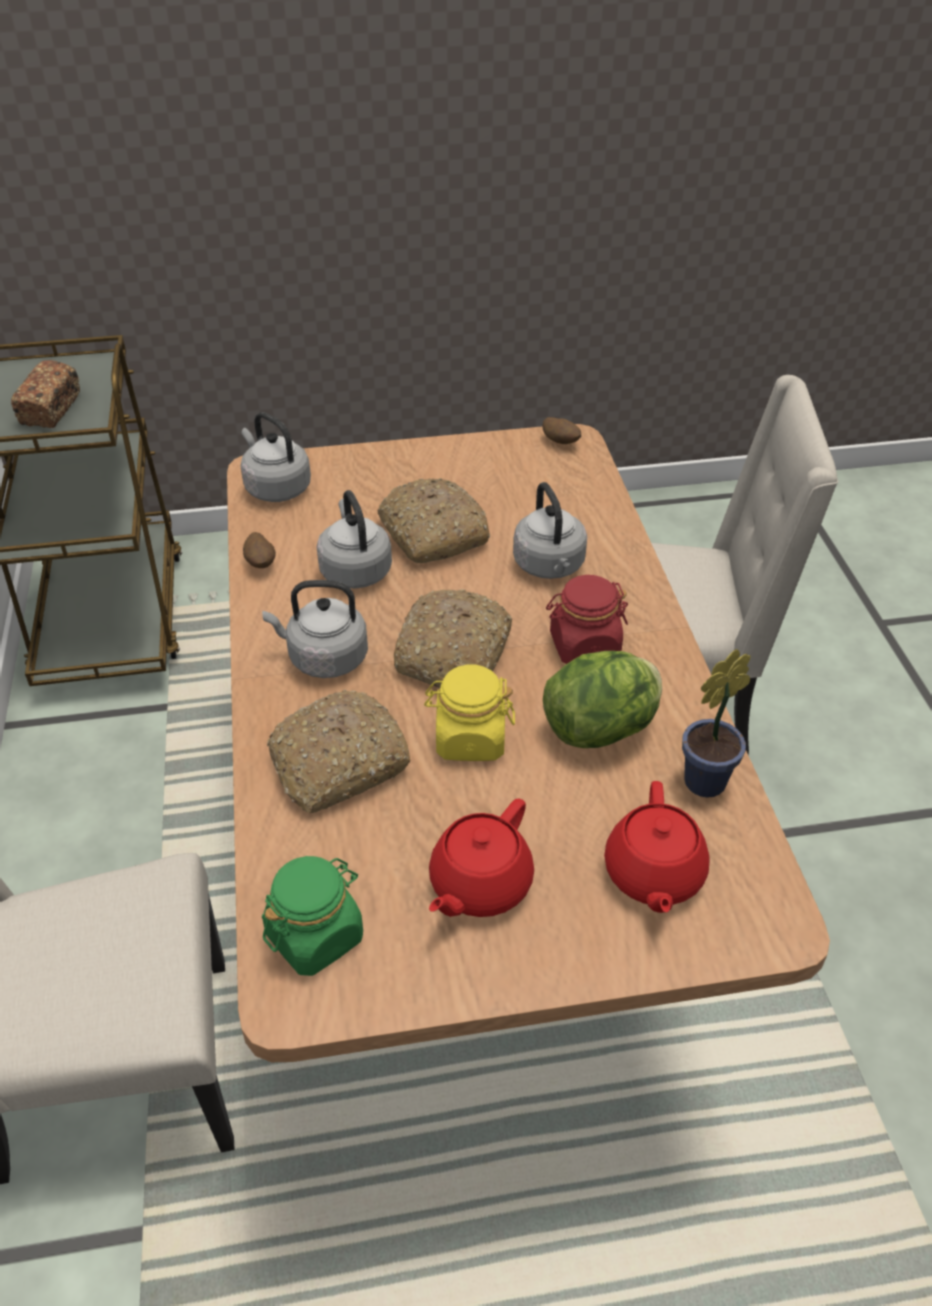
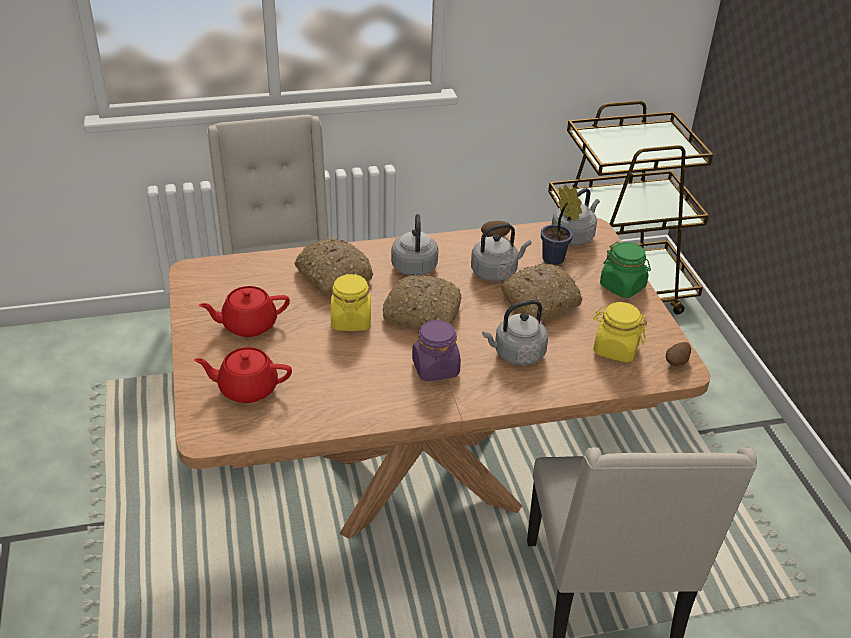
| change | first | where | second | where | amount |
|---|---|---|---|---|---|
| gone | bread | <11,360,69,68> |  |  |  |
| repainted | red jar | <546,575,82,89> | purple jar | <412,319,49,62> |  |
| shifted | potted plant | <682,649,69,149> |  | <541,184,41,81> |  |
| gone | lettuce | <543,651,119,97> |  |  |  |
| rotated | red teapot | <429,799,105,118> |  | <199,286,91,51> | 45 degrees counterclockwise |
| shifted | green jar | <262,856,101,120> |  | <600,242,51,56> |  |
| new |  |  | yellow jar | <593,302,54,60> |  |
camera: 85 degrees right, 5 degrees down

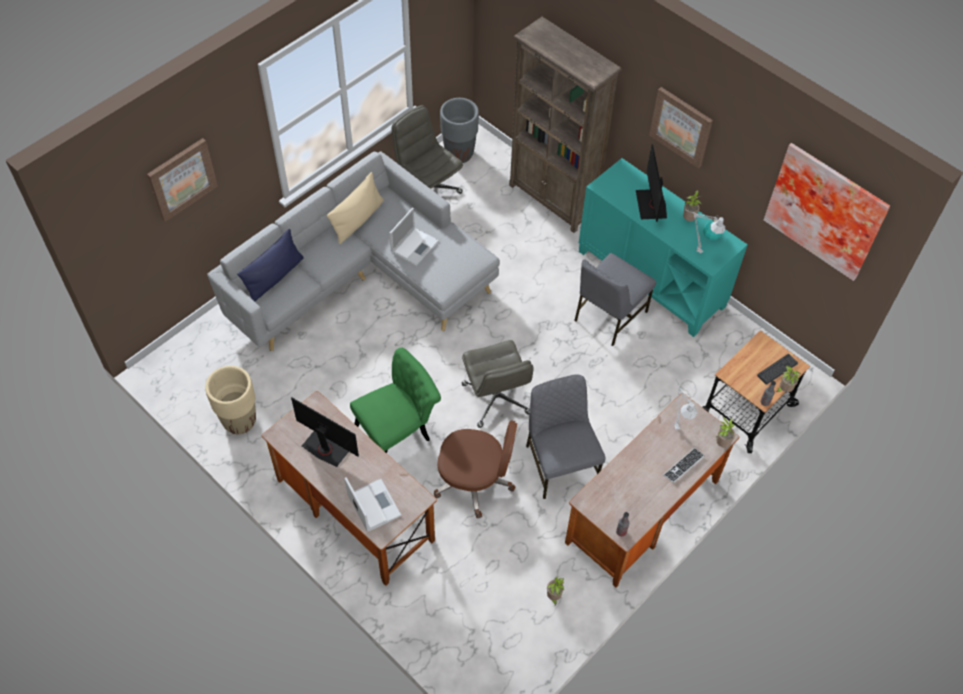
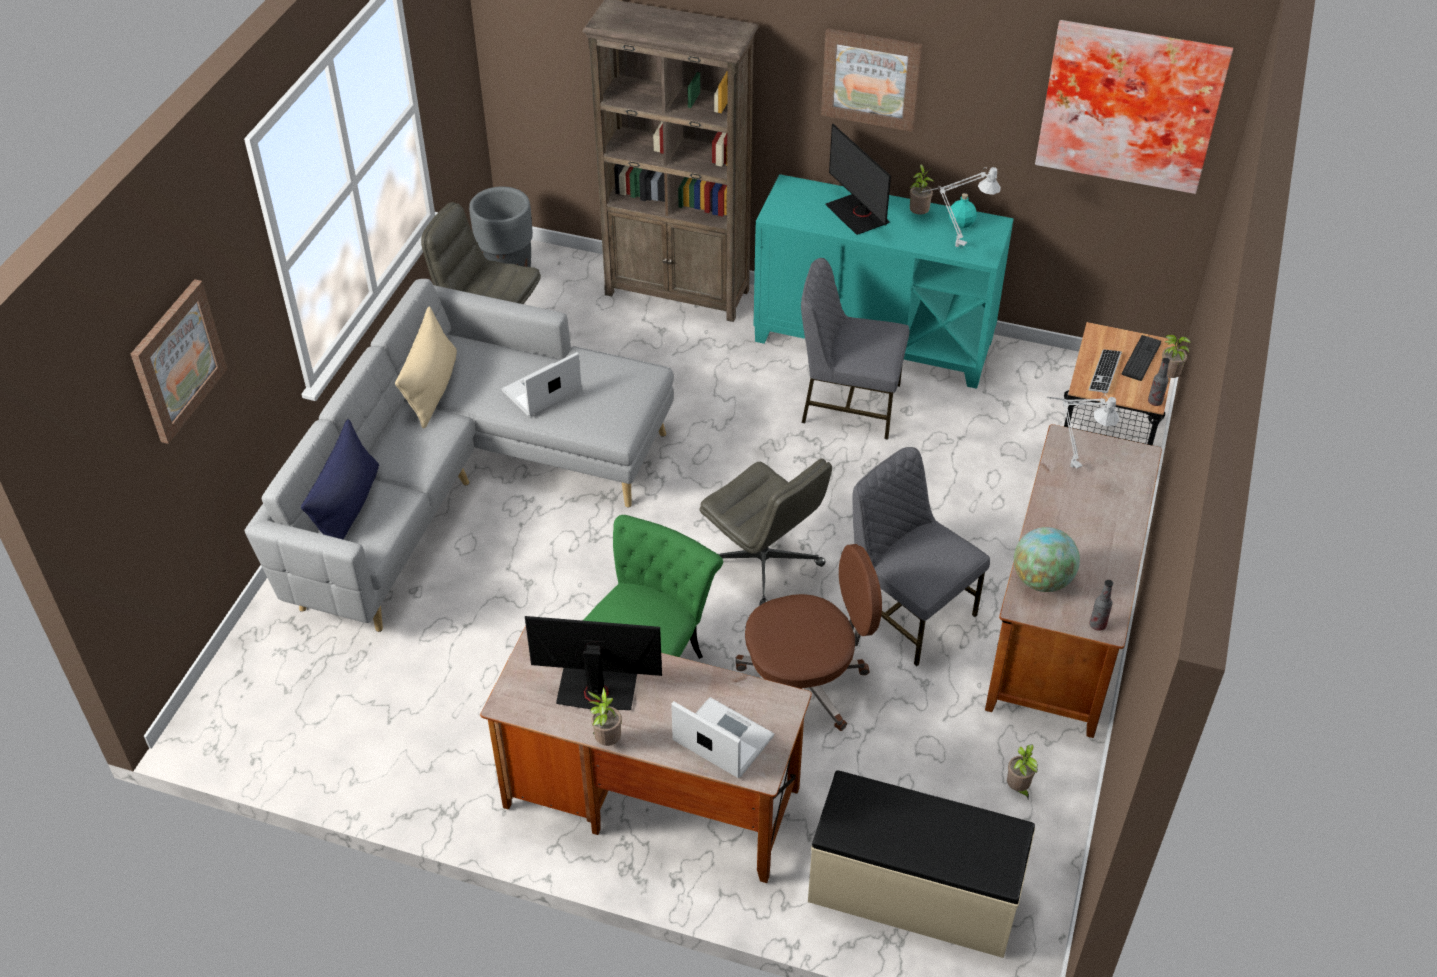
| change | first | where | second | where | amount |
|---|---|---|---|---|---|
| rotated | laptop | <389,208,50,58> |  | <502,352,80,65> | 135 degrees counterclockwise |
| rotated | grey chair | <574,253,82,93> |  | <801,258,109,182> | 90 degrees clockwise |
| gone | beige planter | <205,366,51,69> |  |  |  |
| shifted | potted plant | <716,416,19,32> |  | <588,687,34,59> |  |
| shifted | keyboard | <664,448,41,35> |  | <1089,349,33,44> |  |
| new |  |  | globe | <1014,527,66,65> |  |
| new |  |  | beige bench | <808,771,227,187> |  |
camera: 25 degrees left, 10 degrees down

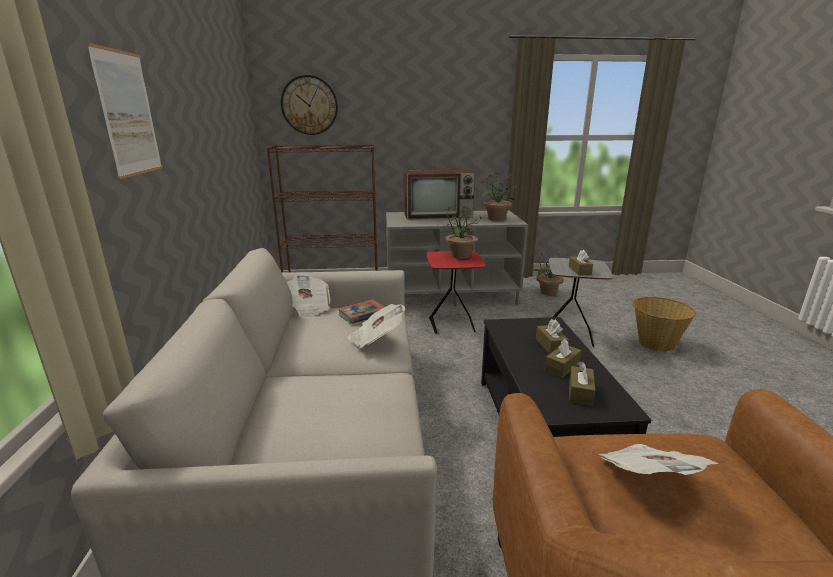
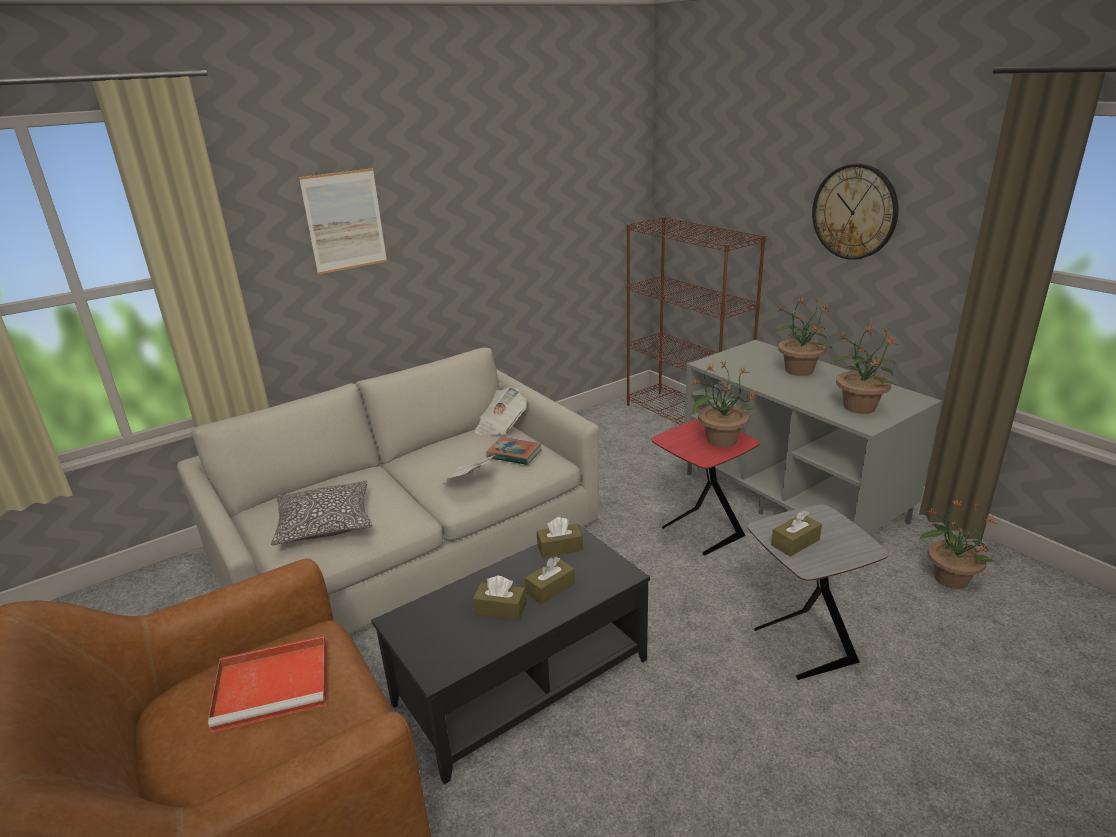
| change | first | where | second | where | amount |
|---|---|---|---|---|---|
| shifted | wall clock | <281,75,57,60> |  | <812,164,87,96> |  |
| swapped | television | <404,170,71,50> | potted plant | <771,297,61,79> |  |
| gone | basket | <632,297,64,55> |  |  |  |
| shifted | brown tissue box | <569,362,26,44> |  | <537,517,46,41> |  |
| swapped | newspaper | <598,444,120,31> | red tray | <208,636,119,97> |  |
| new |  |  | pillow | <271,481,101,65> |  |
camera: 60 degrees right, 5 degrees up

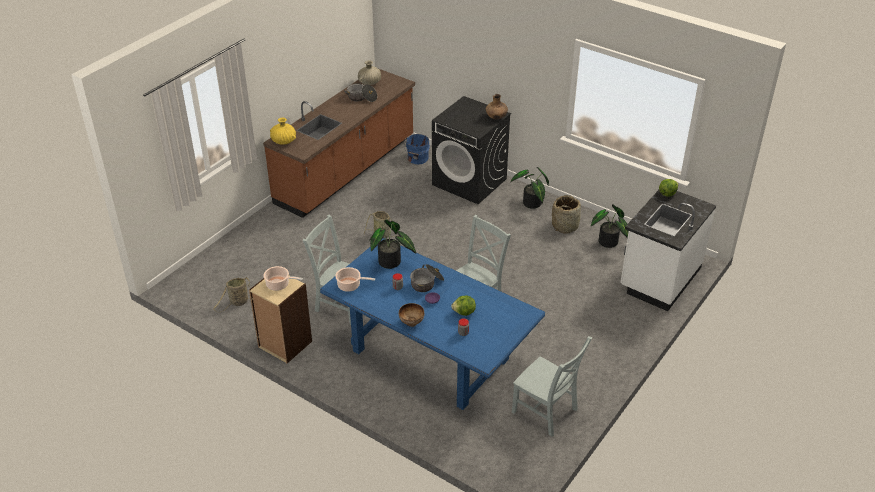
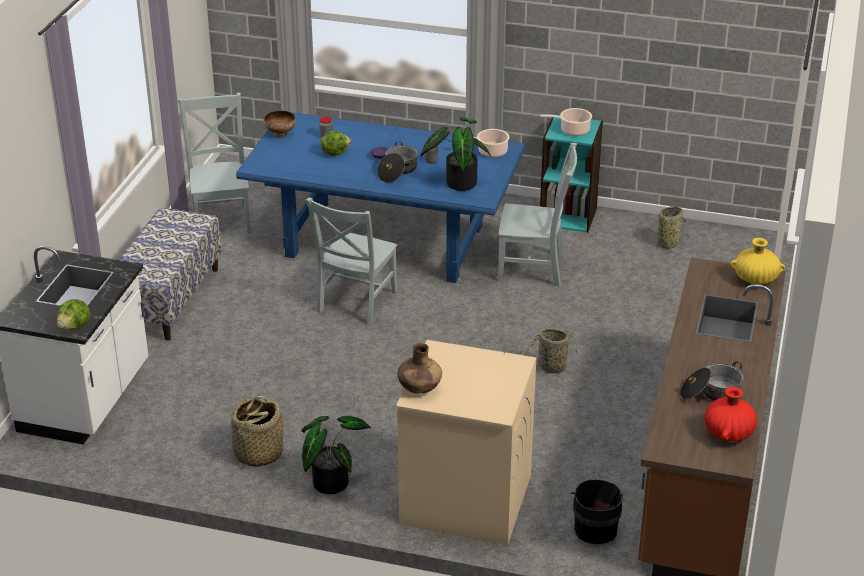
| change | first | where | second | where | amount |
|---|---|---|---|---|---|
| repainted | beige vase | <358,61,23,24> | red vase | <705,387,52,54> |  |
| repainted | black washing machine | <432,96,79,108> | beige washing machine | <396,340,140,205> |  |
| repainted | blue bucket | <404,134,26,31> | black bucket | <571,479,54,65> |  |
| gone | potted plant | <591,204,38,44> |  |  |  |
| repainted | beige bookcase | <249,276,63,87> | turquoise bookcase | <540,114,63,119> |  |
| shifted | bowl | <399,303,25,24> |  | <264,110,32,28> |  |
| rotated | grey chair | <512,336,81,101> |  | <178,93,73,141> | 60 degrees clockwise |
| new |  |  | bench | <119,208,103,133> |  |
camera: 160 degrees right, 5 degrees down

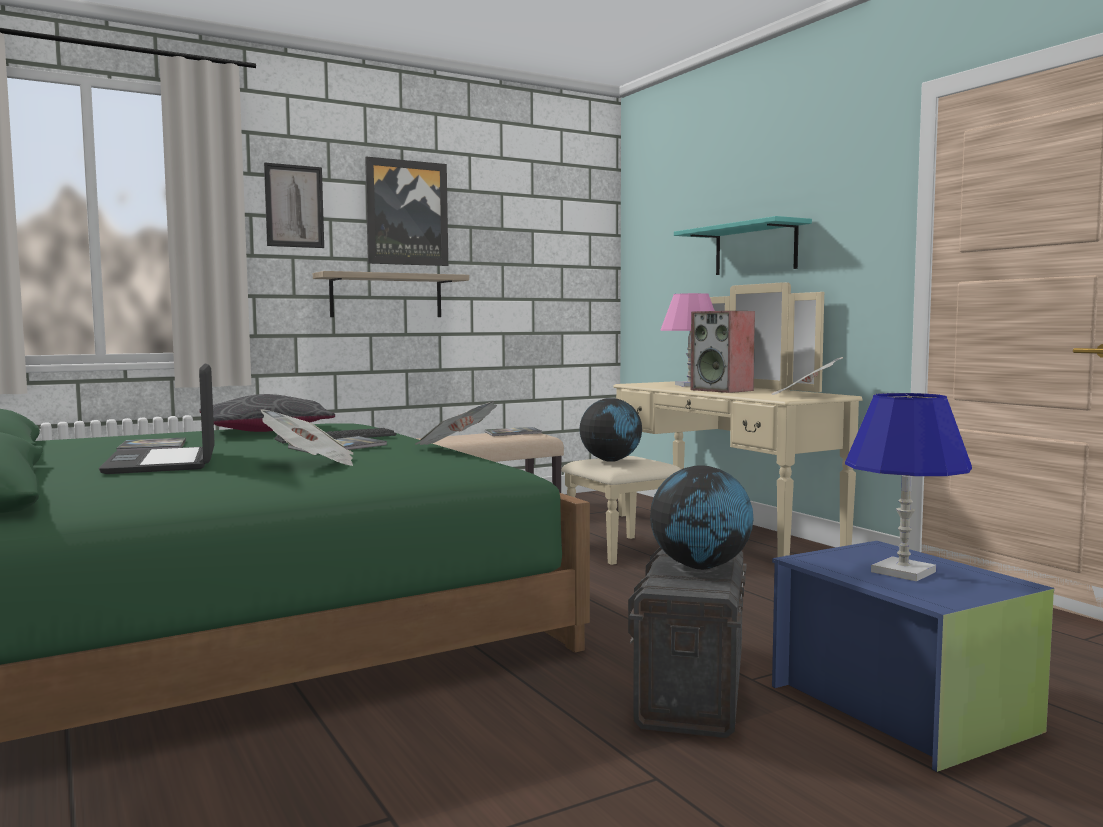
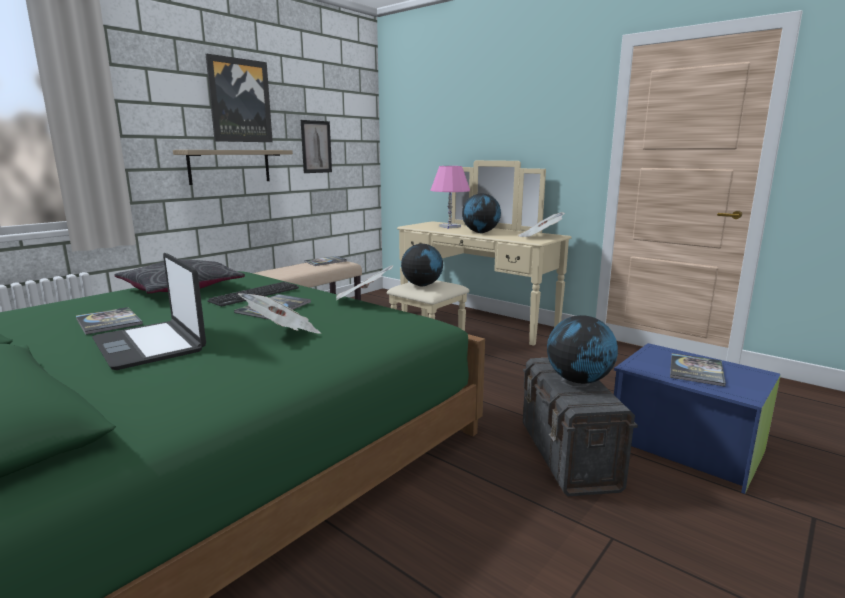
| change | first | where | second | where | amount |
|---|---|---|---|---|---|
| shifted | picture | <264,162,60,86> |  | <301,120,31,53> |  |
| gone | turquoise shelf | <674,216,138,59> |  |  |  |
| swapped | speaker | <690,311,65,82> | globe | <462,194,39,39> |  |
| swapped | blue table lamp | <845,393,127,188> | book | <670,353,56,34> |  |
camera: 20 degrees left, 10 degrees up

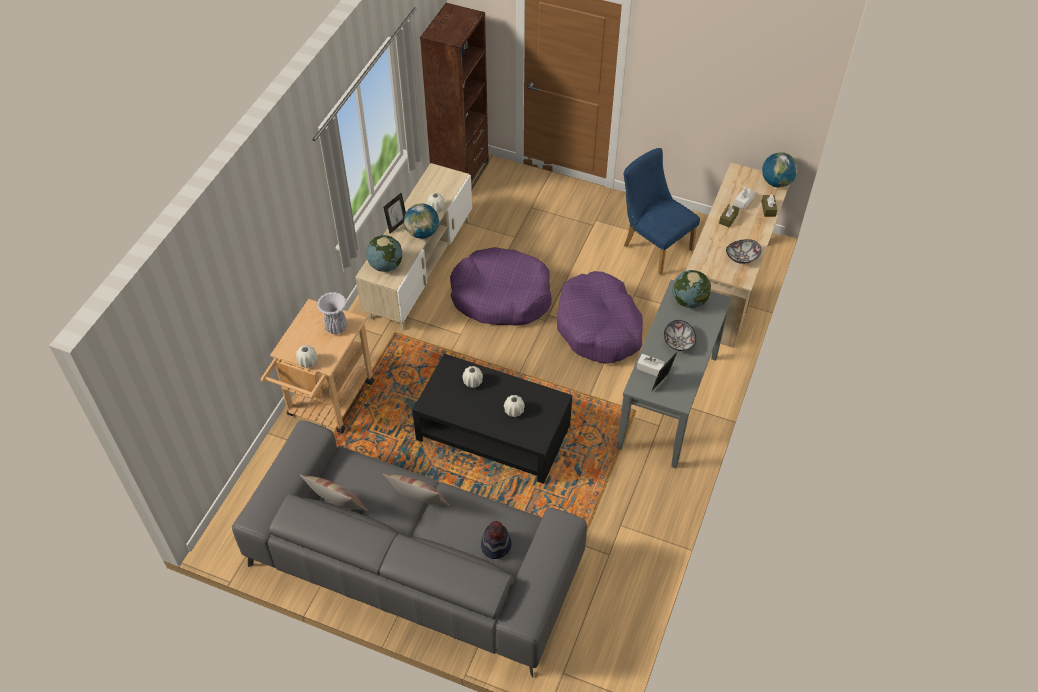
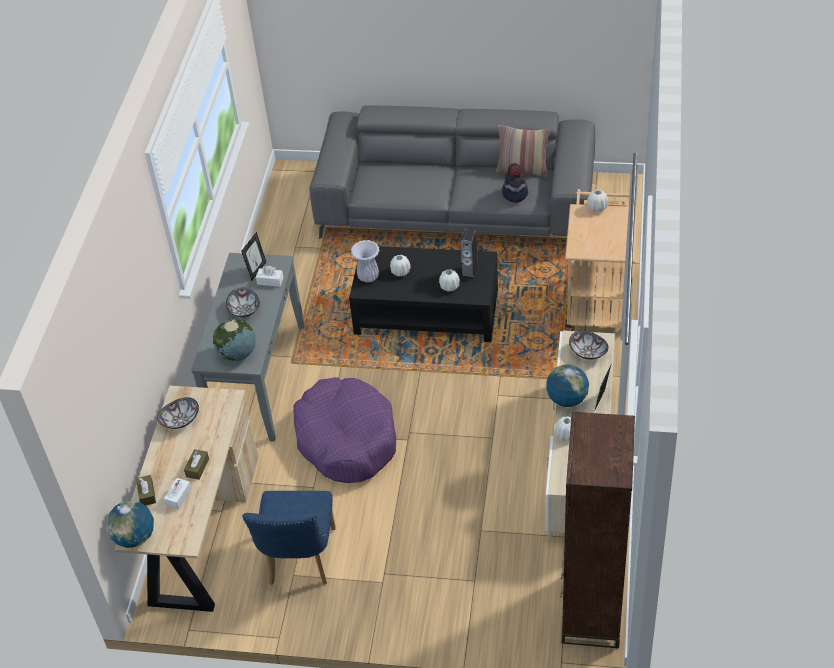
| change | first | where | second | where | amount |
|---|---|---|---|---|---|
| rotated | blue chair | <623,148,77,127> |  | <242,491,94,94> | 60 degrees clockwise |
| swapped | globe | <366,235,36,37> | bowl | <569,331,40,29> |  |
| gone | purple dog bed | <450,247,102,79> |  |  |  |
| shifted | white vase | <317,292,30,42> |  | <351,240,29,43> |  |
| gone | pillow | <383,473,67,33> |  |  |  |
| shifted | hat | <481,521,31,38> |  | <502,163,26,40> |  |
| new |  |  | speaker | <460,228,19,52> |  |
camera: 170 degrees right, 5 degrees down

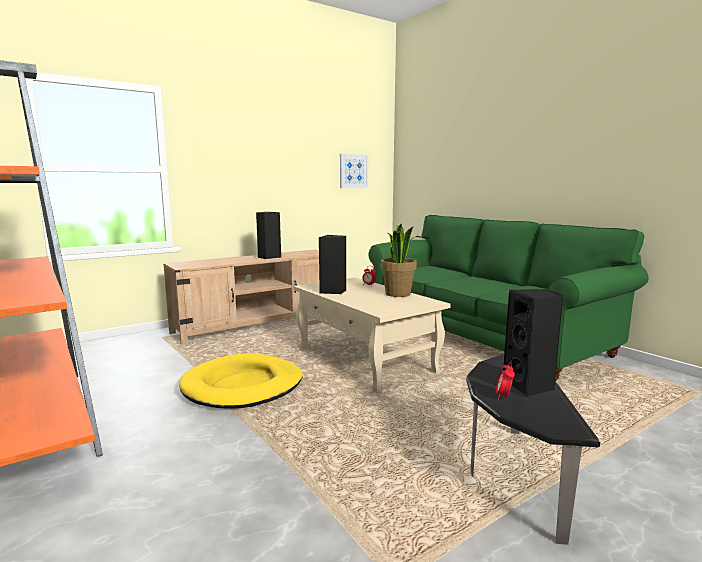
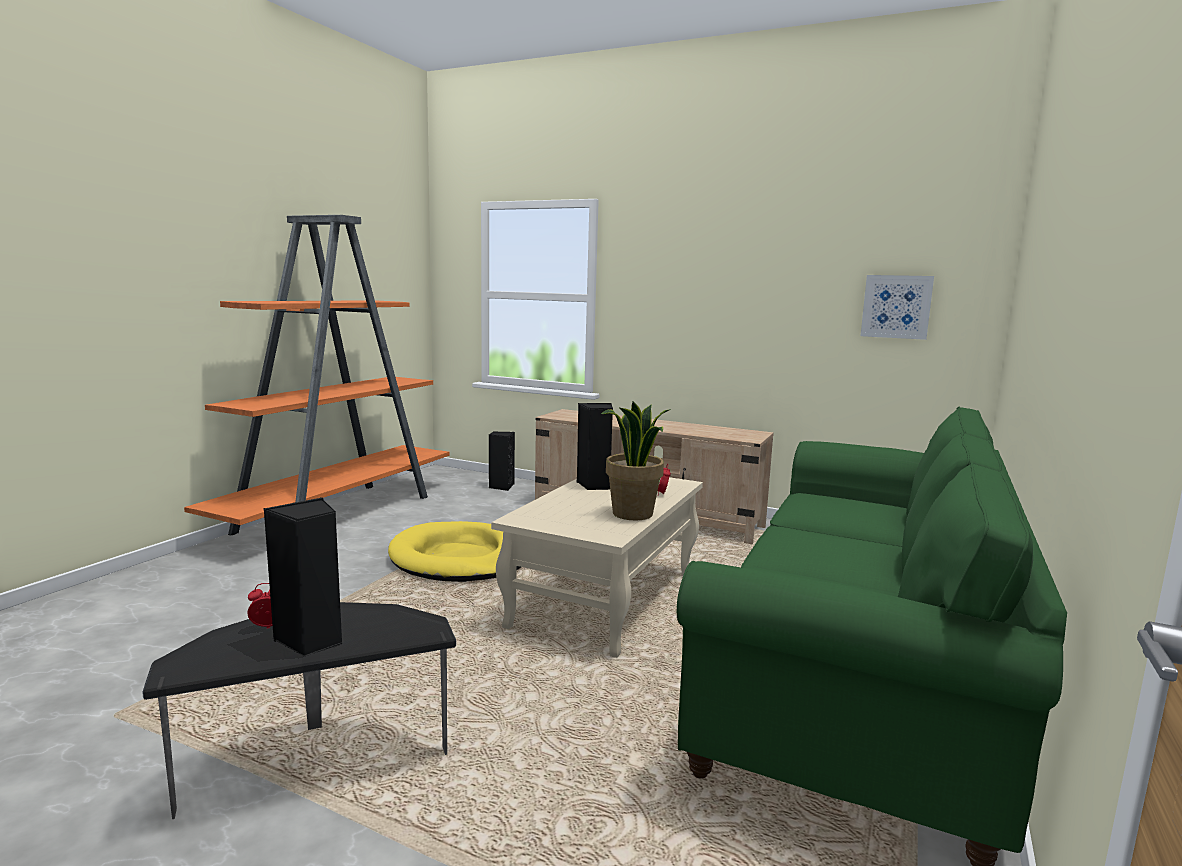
| change | first | where | second | where | amount |
|---|---|---|---|---|---|
| shifted | black speaker | <256,212,25,47> |  | <489,432,26,59> |  |
camera: 60 degrees right, 0 degrees up

